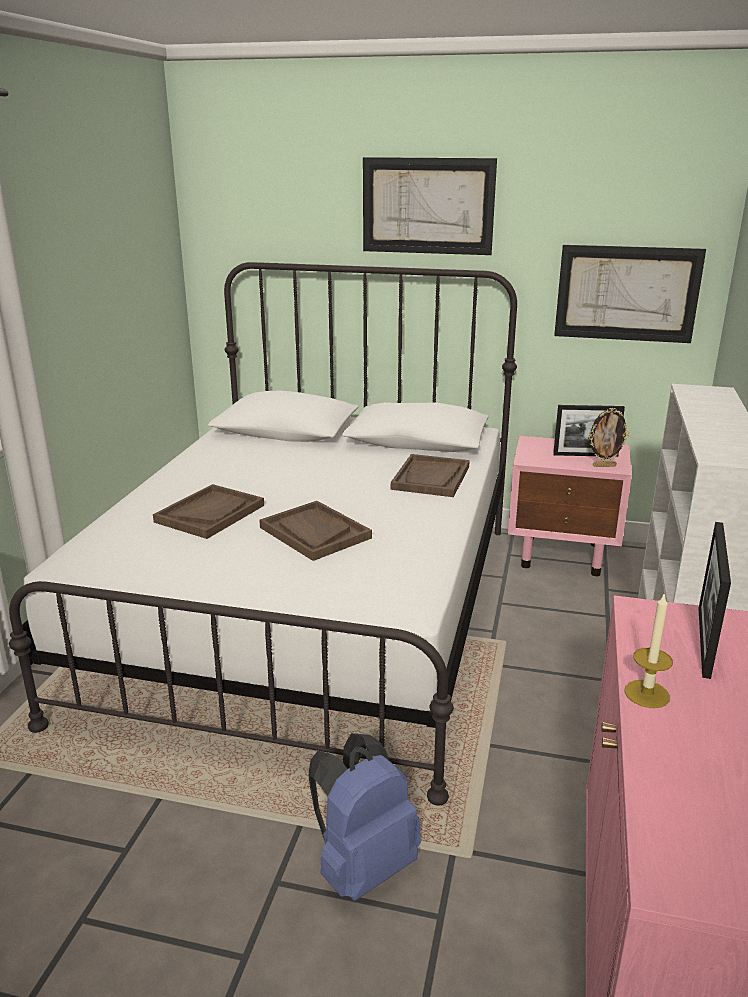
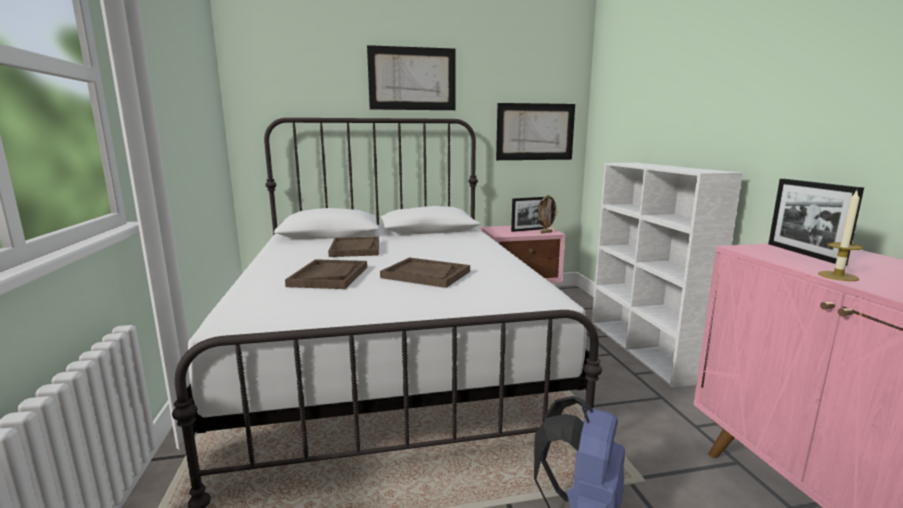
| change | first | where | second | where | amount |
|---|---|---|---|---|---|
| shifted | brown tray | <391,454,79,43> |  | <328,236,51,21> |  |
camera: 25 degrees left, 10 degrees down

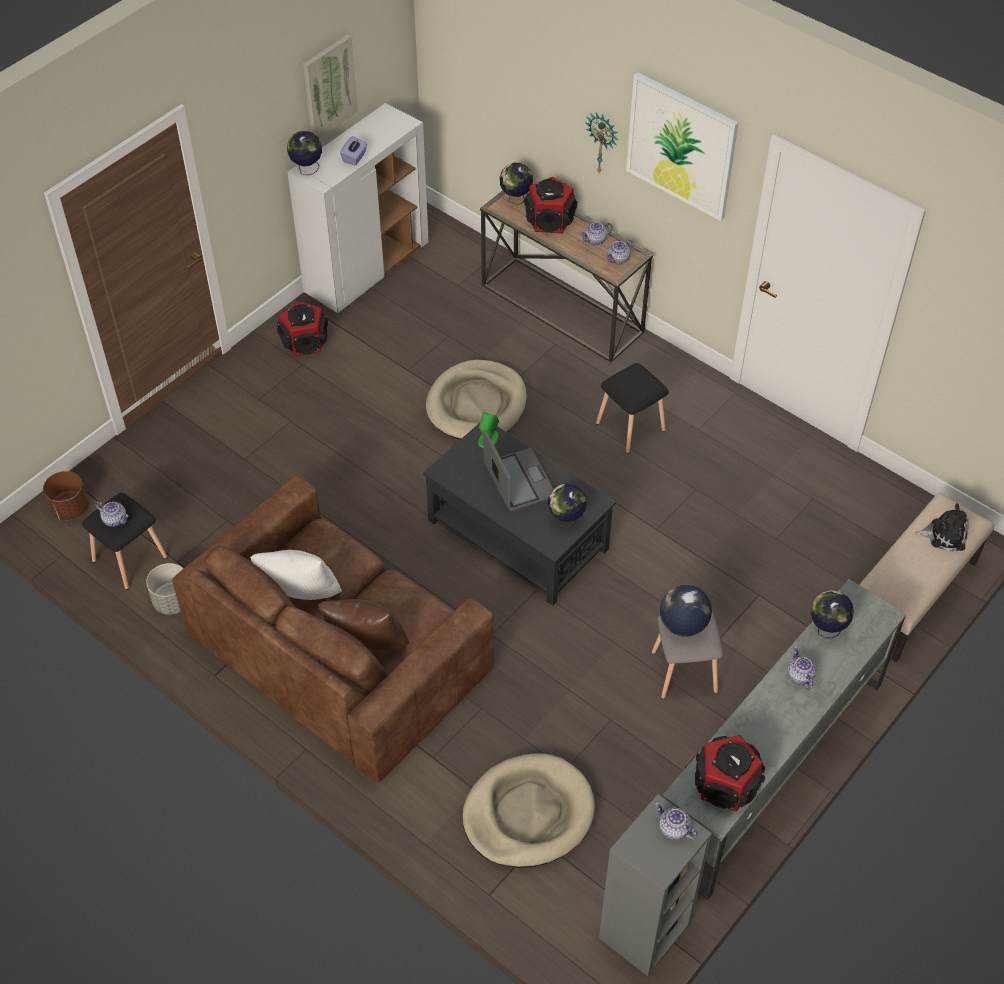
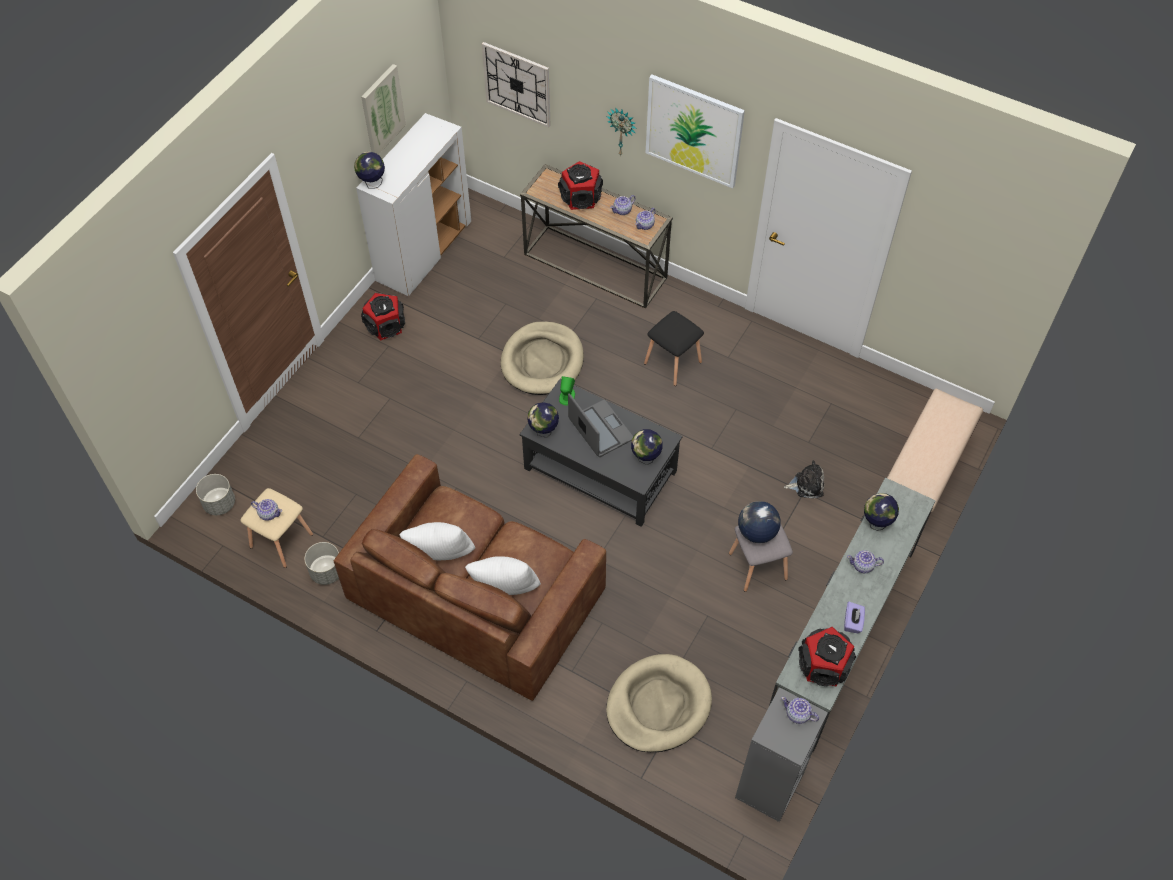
| change | first | where | second | where | amount |
|---|---|---|---|---|---|
| shifted | purple tissue box | <340,136,27,30> |  | <844,602,21,31> |  |
| shifted | globe | <500,163,33,42> |  | <527,402,32,36> |  |
| repainted | brown planter | <43,471,46,49> | grey planter | <196,474,39,41> |  |
| repainted | black stool | <82,493,85,97> | beige stool | <240,488,73,80> |  |
| shifted | plush toy | <915,503,54,49> |  | <784,460,40,39> |  |
| repainted | brown pillow | <318,599,91,52> | white pillow | <465,557,76,38> |  |
| rotated | teapot | <787,646,29,44> |  | <847,550,37,23> | 60 degrees counterclockwise |
| new |  |  | wall clock | <482,42,69,86> |  |
camera: 10 degrees left, 5 degrees up

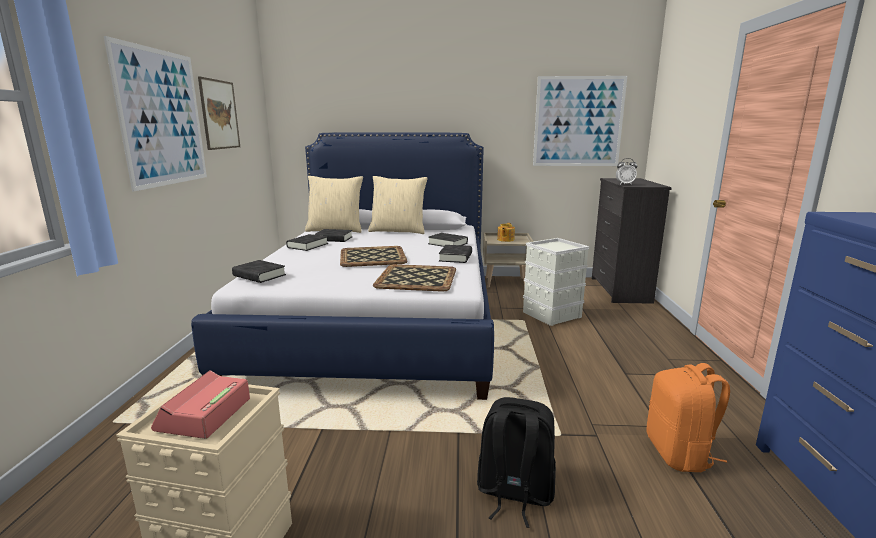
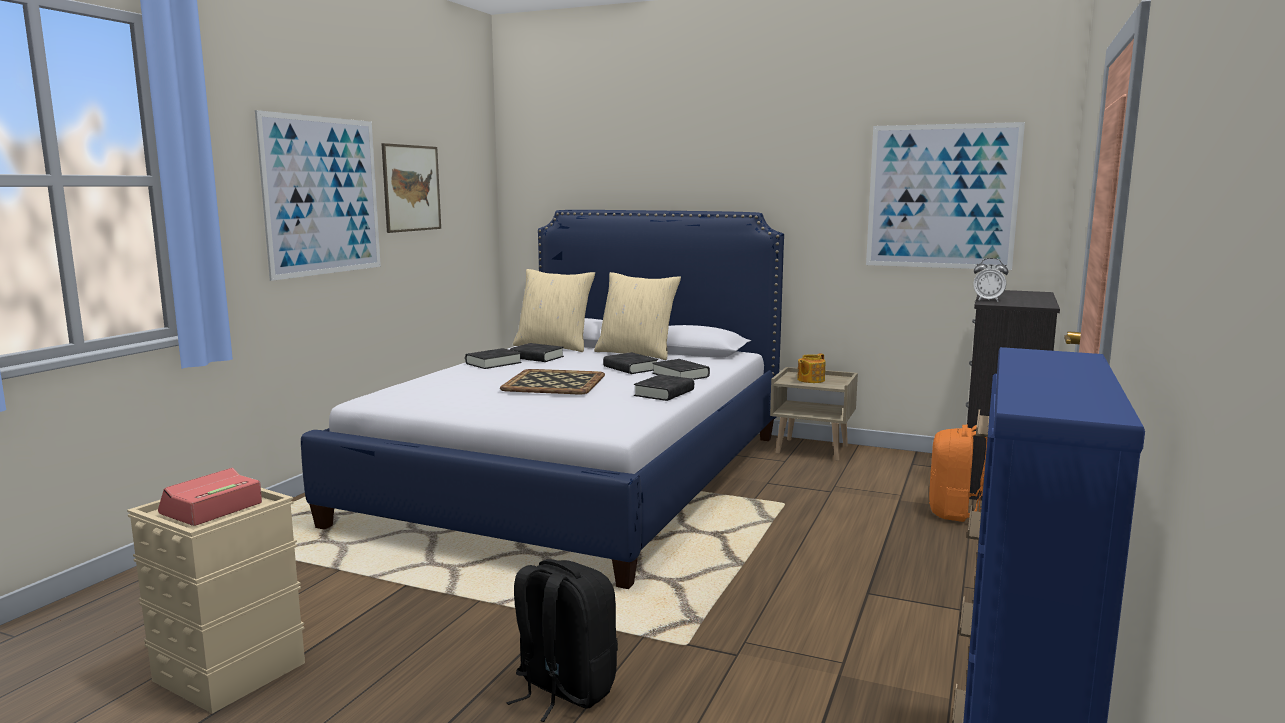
| change | first | where | second | where | amount |
|---|---|---|---|---|---|
| gone | grey storage box | <523,238,67,88> |  |  |  |
| shifted | black book | <232,260,54,23> |  | <603,352,55,22> |  |
| gone | tray | <373,264,83,28> |  |  |  |
| shifted | orange backpack | <646,363,84,109> |  | <929,425,59,97> |  |
camera: 20 degrees right, 5 degrees down

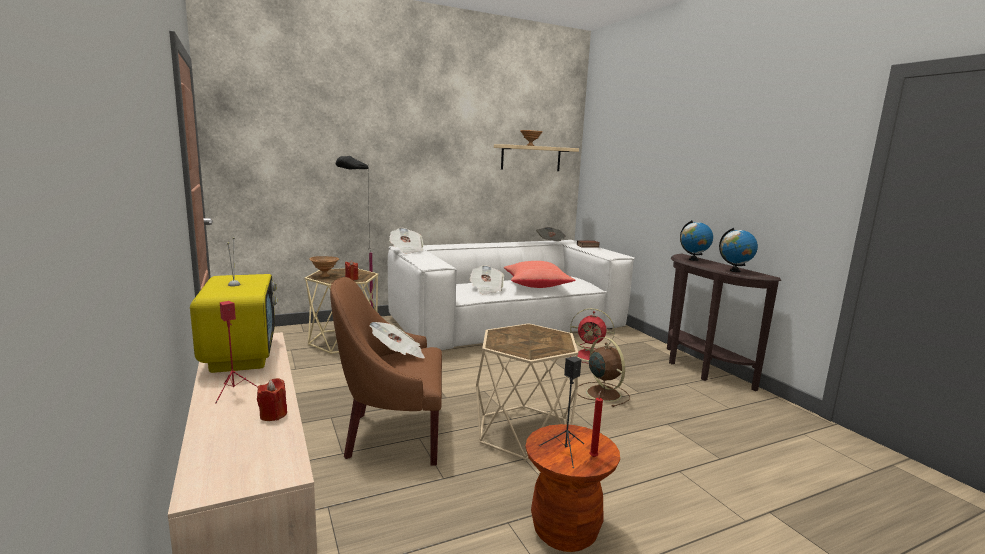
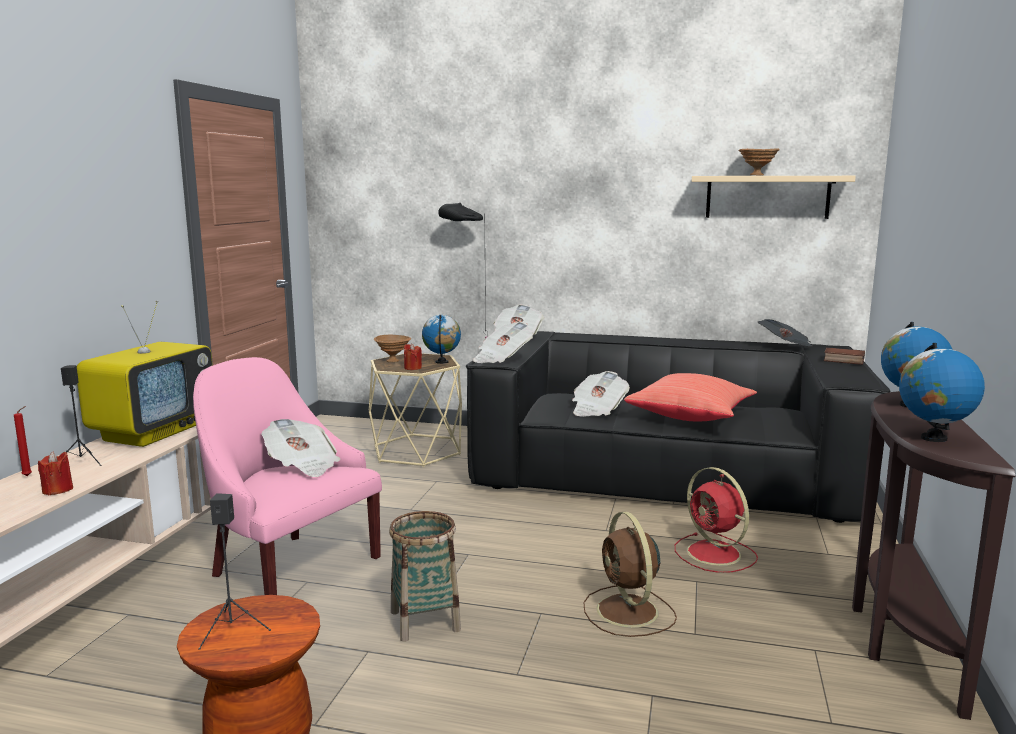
| change | first | where | second | where | amount |
|---|---|---|---|---|---|
| repainted | white sofa | <388,240,247,110> | black sofa | <466,331,424,192> |  |
| repainted | brown armchair | <330,277,112,189> | pink armchair | <193,357,189,238> |  |
| repainted | red speaker | <215,301,43,102> | black speaker | <61,365,40,101> |  |
| swapped | beige side table | <476,323,102,138> | basket | <389,511,72,131> |  |
| rotated | brown fan | <577,337,53,70> |  | <583,512,94,125> | 150 degrees clockwise |
| shifted | red candle | <590,390,13,67> |  | <14,406,18,70> |  |
| new |  |  | globe | <422,315,39,49> |  |
| new |  |  | newspaper | <473,322,60,41> |  |
camera: 40 degrees right, 0 degrees up

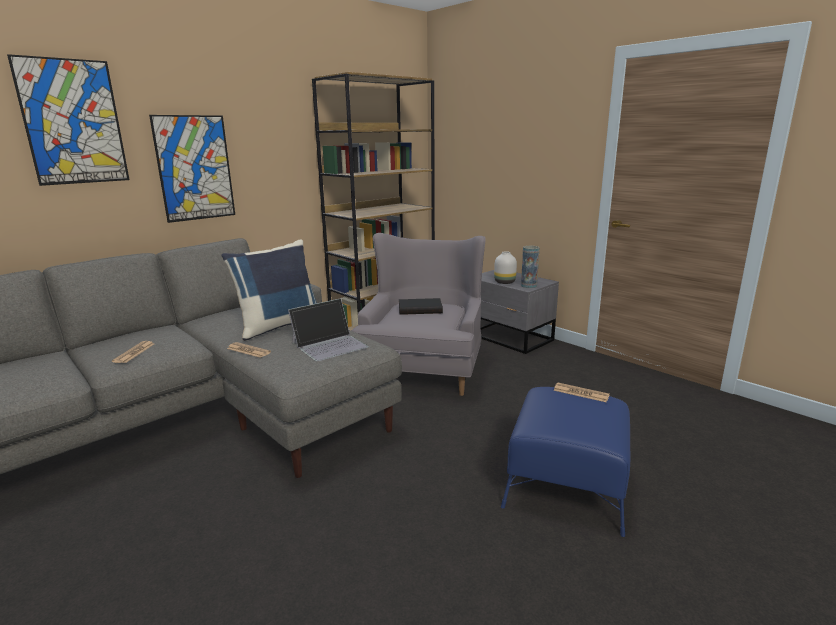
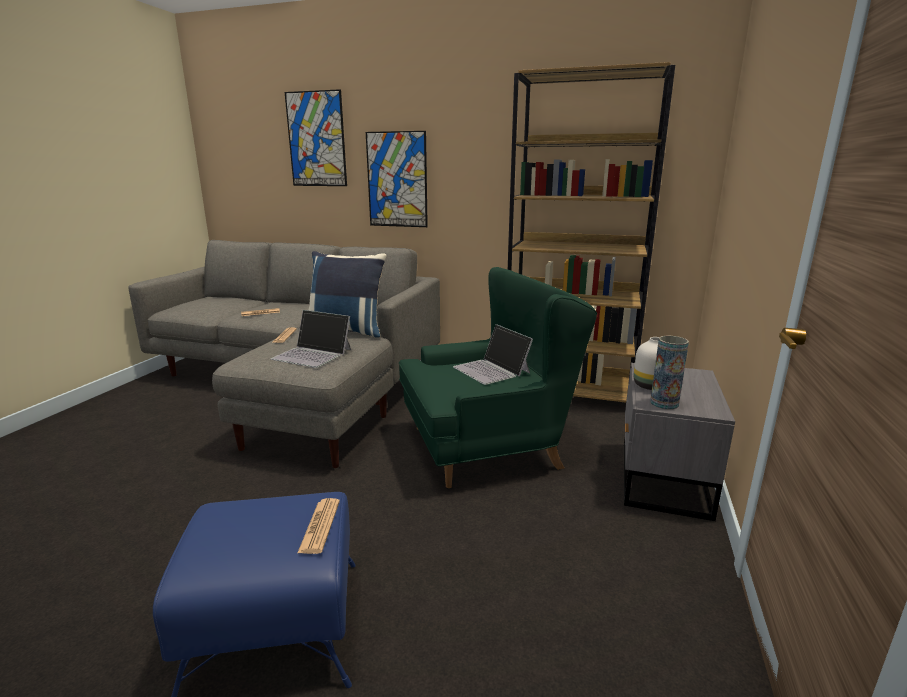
| change | first | where | second | where | amount |
|---|---|---|---|---|---|
| repainted | grey armchair | <352,233,134,163> | green armchair | <399,267,198,221> |  |
| swapped | black book | <399,298,44,17> | laptop | <453,324,80,61> |  |
camera: 60 degrees right, 0 degrees up

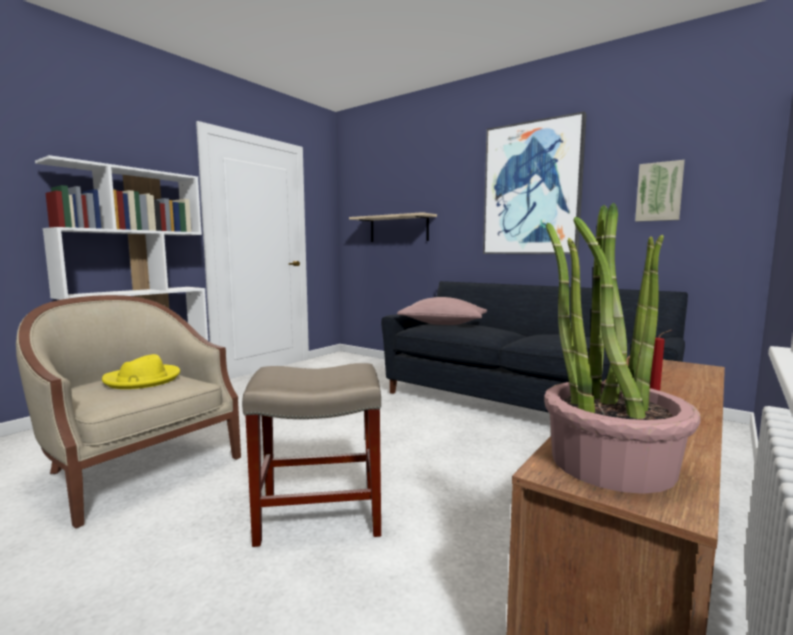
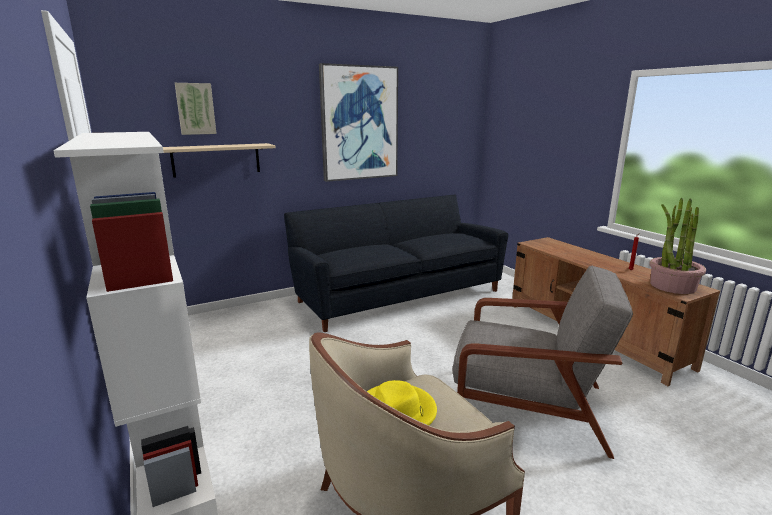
| change | first | where | second | where | amount |
|---|---|---|---|---|---|
| shifted | picture | <635,160,50,62> |  | <175,83,42,52> |  |
| gone | pink pillow | <397,297,90,28> |  |  |  |
| swapped | beige stool | <242,363,139,184> | grey armchair | <453,266,180,193> |  |
camera: 65 degrees left, 10 degrees up

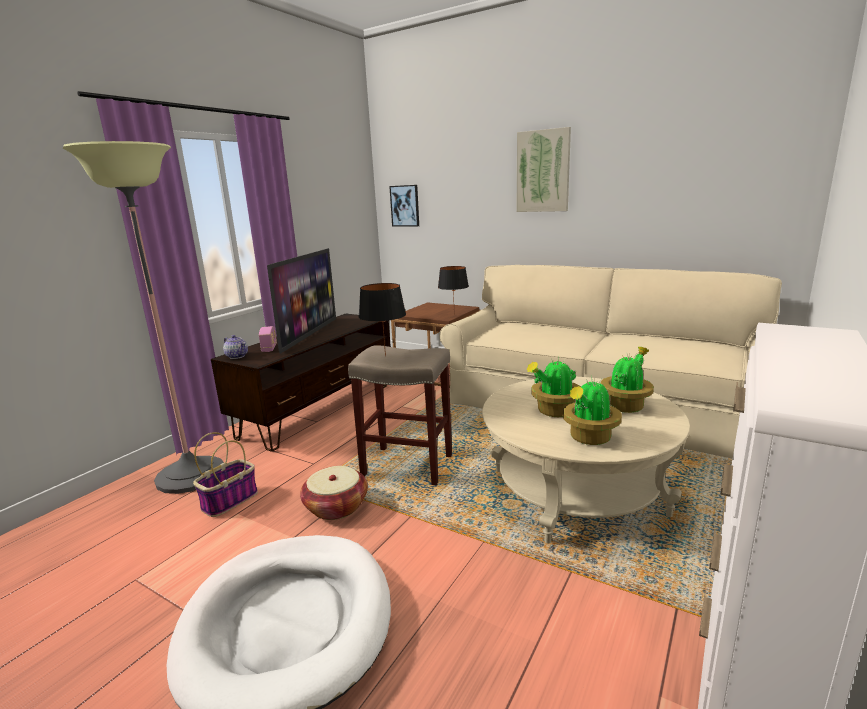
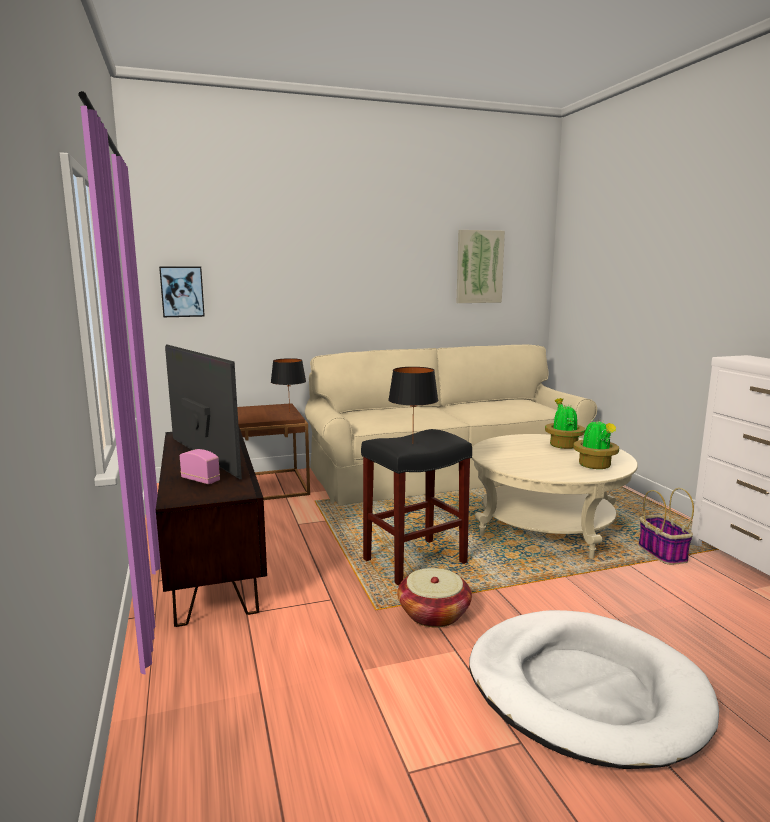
| change | first | where | second | where | amount |
|---|---|---|---|---|---|
| shifted | picture | <517,127,54,85> |  | <457,230,48,73> |  |
| gone | floor lamp | <63,141,161,353> |  |  |  |
| gone | teapot | <223,335,25,24> |  |  |  |
| repainted | beige stool | <348,345,104,141> | black stool | <361,429,111,157> |  |
| gone | potted plant | <526,358,55,59> |  |  |  |
| shifted | basket | <193,432,65,85> |  | <639,488,55,77> |  |
camera: 50 degrees left, 5 degrees down

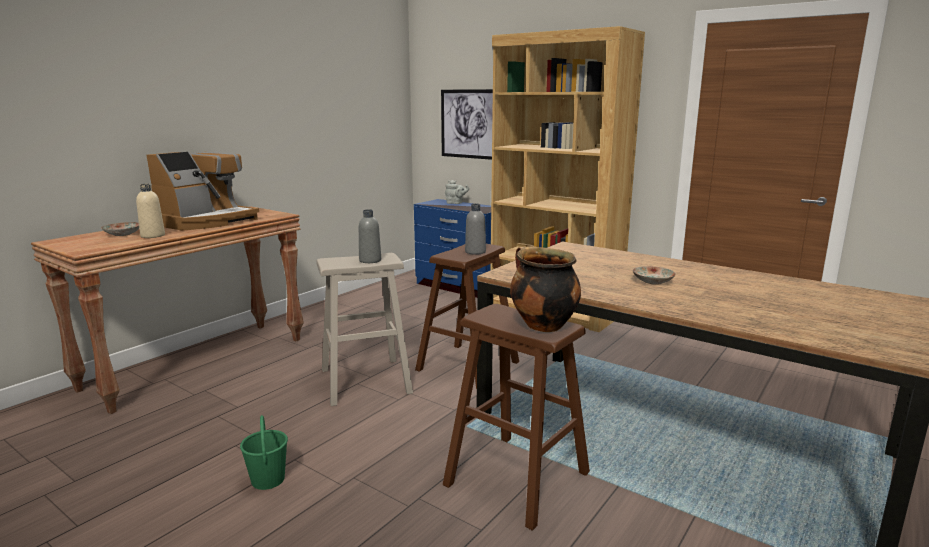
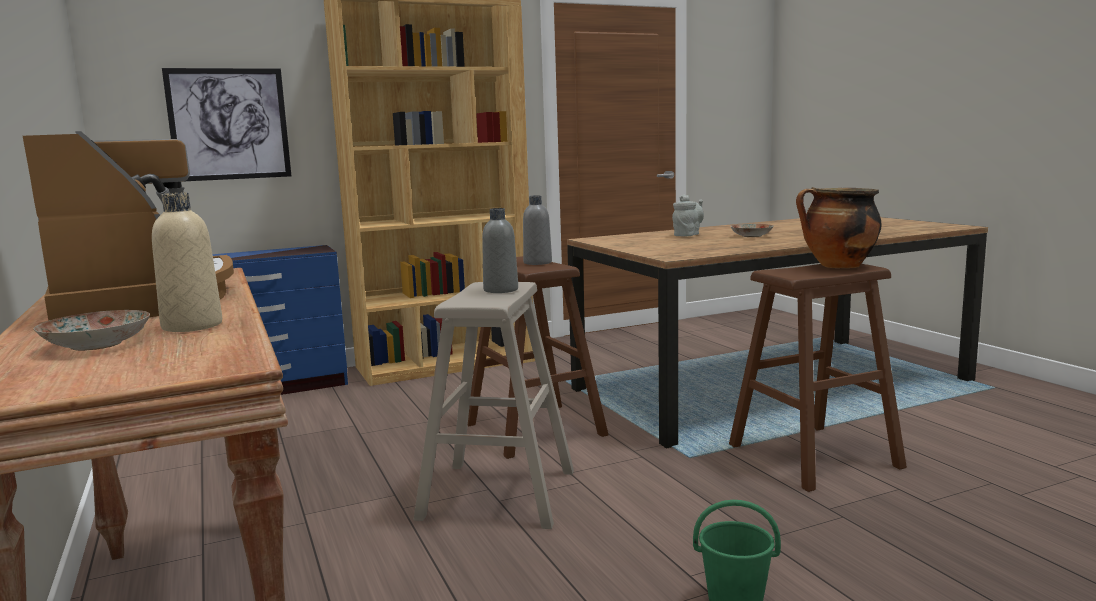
| change | first | where | second | where | amount |
|---|---|---|---|---|---|
| shifted | grey teapot | <445,180,24,24> |  | <672,194,32,42> |  |
camera: 60 degrees left, 5 degrees down

